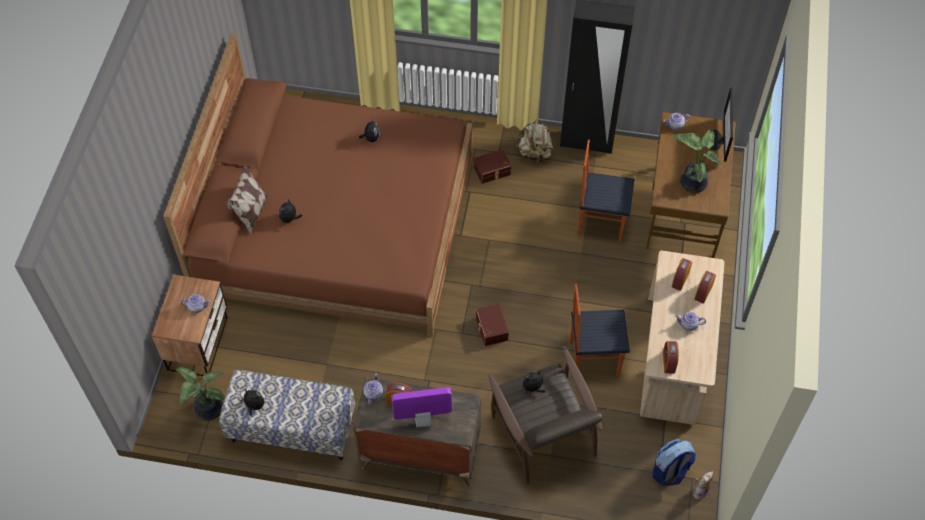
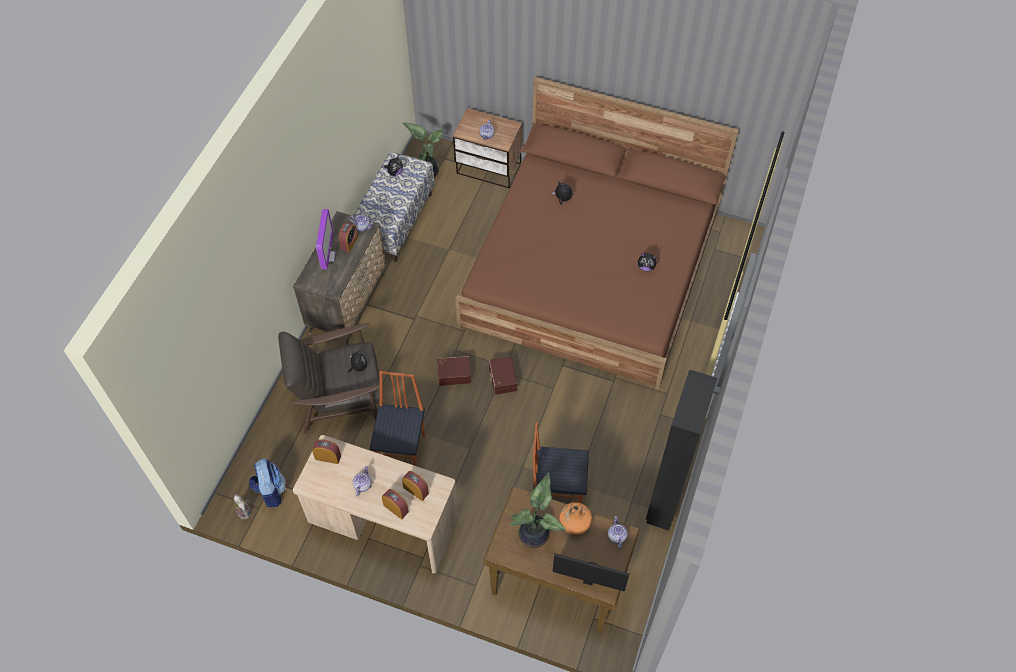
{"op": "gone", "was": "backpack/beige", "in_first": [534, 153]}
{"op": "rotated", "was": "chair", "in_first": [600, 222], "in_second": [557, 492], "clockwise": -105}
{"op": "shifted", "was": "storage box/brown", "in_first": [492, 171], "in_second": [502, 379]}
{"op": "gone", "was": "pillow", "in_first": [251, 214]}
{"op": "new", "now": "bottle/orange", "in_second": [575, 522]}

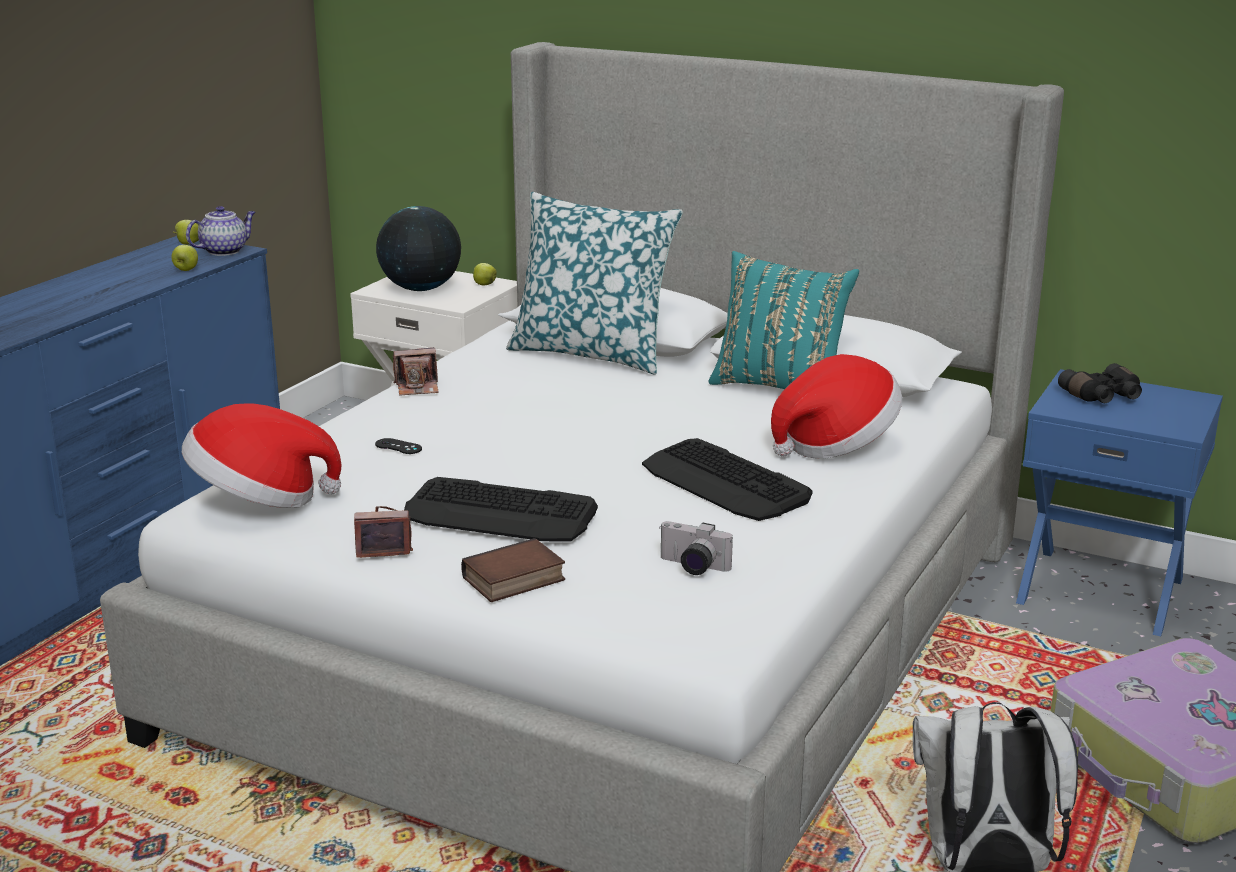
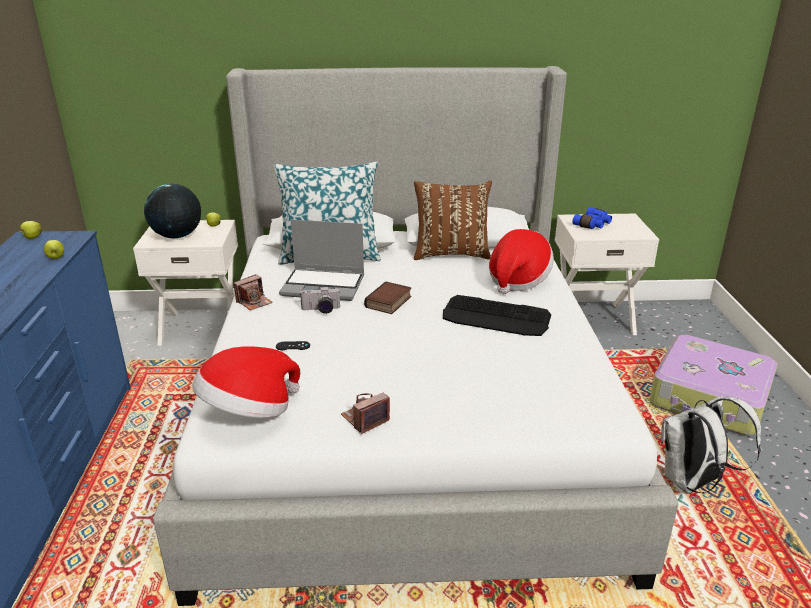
{"op": "gone", "was": "teapot", "in_first": [224, 251]}
{"op": "repainted", "was": "pillow/turquoise", "now": "pillow/brown", "in_first": [780, 388], "in_second": [451, 254]}
{"op": "repainted", "was": "binoculars/black", "now": "binoculars/blue", "in_first": [1103, 397], "in_second": [593, 225]}
{"op": "repainted", "was": "nightstand/blue", "now": "nightstand/white", "in_first": [1101, 589], "in_second": [592, 318]}
{"op": "gone", "was": "keyboard", "in_first": [500, 513]}
{"op": "shifted", "was": "photo camera", "in_first": [691, 567], "in_second": [321, 310]}
{"op": "shifted", "was": "book", "in_first": [513, 580], "in_second": [389, 302]}
{"op": "new", "now": "laptop", "in_second": [324, 286]}

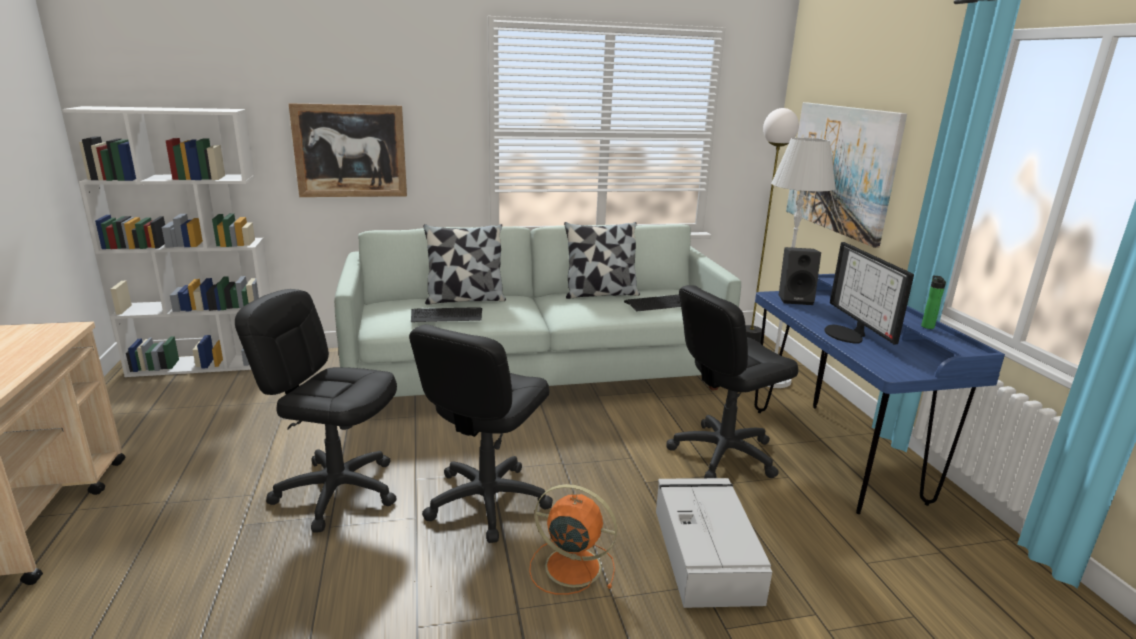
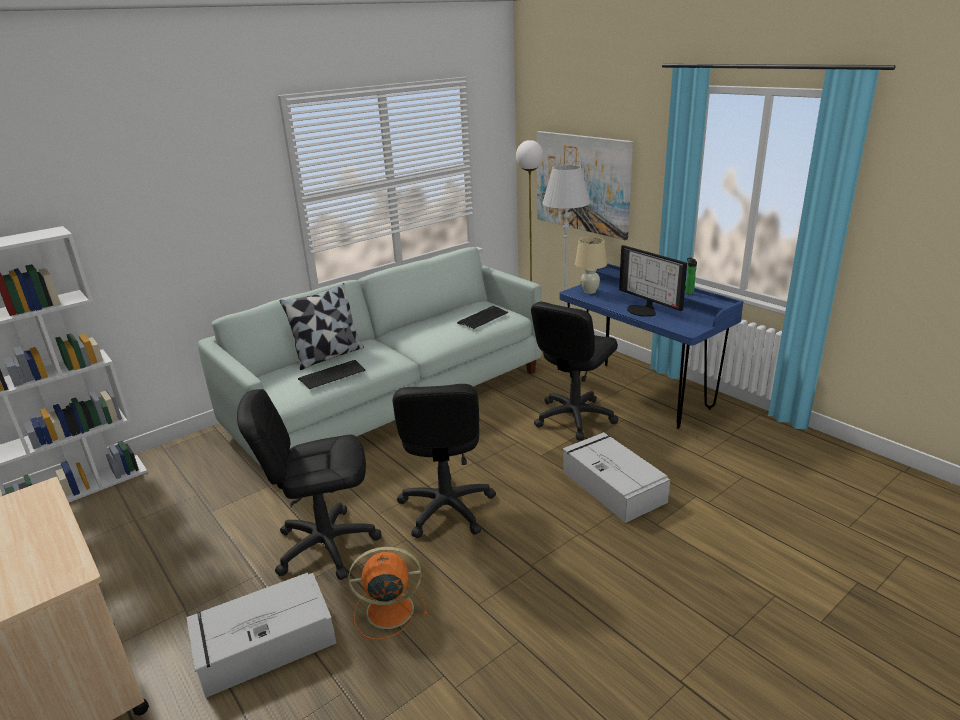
{"op": "gone", "was": "picture", "in_first": [350, 151]}
{"op": "gone", "was": "pillow", "in_first": [600, 294]}
{"op": "swapped", "was": "speaker/black", "now": "table lamp/beige", "in_first": [795, 299], "in_second": [589, 291]}
{"op": "shifted", "was": "fan/orange", "in_first": [570, 566], "in_second": [387, 610]}
{"op": "new", "now": "storage box/grey", "in_second": [263, 644]}

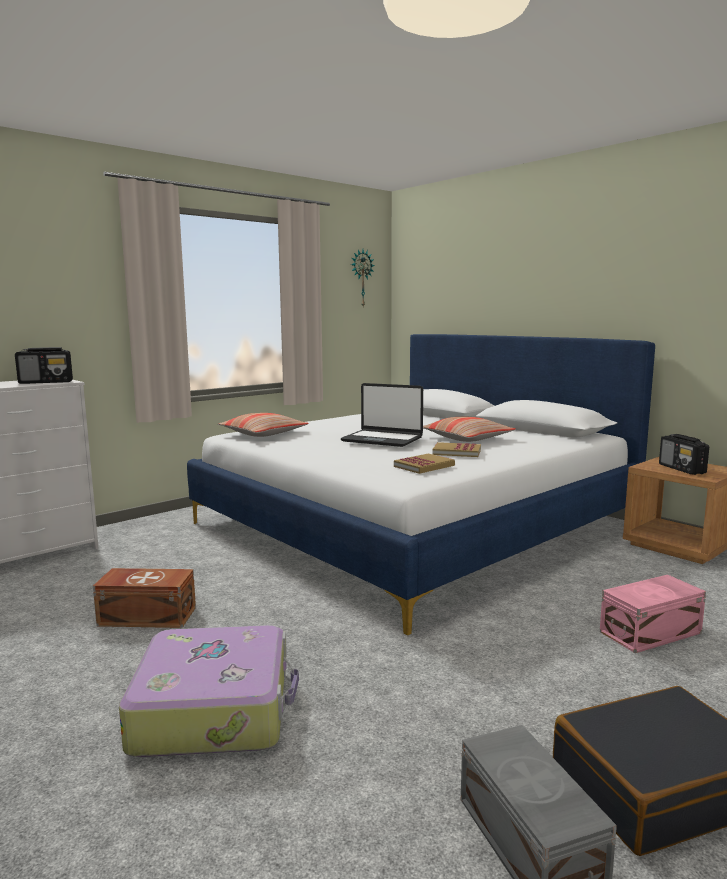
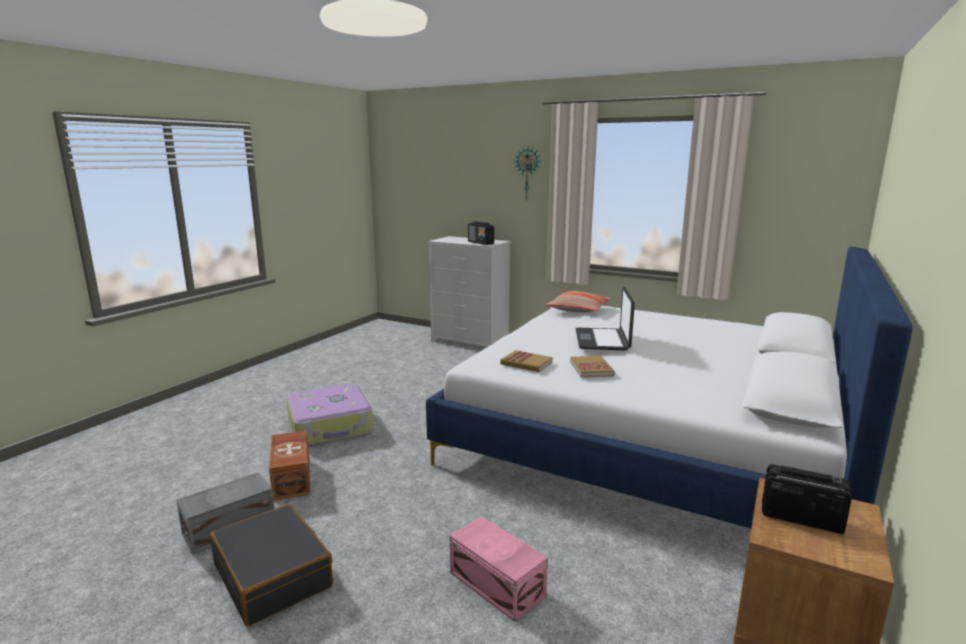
{"op": "shifted", "was": "wall clock", "in_first": [361, 278], "in_second": [527, 173]}
{"op": "gone", "was": "pillow", "in_first": [467, 438]}
{"op": "rotated", "was": "radio", "in_first": [682, 469], "in_second": [800, 518], "clockwise": 60}
{"op": "shifted", "was": "storage box/brown", "in_first": [146, 616], "in_second": [293, 478]}

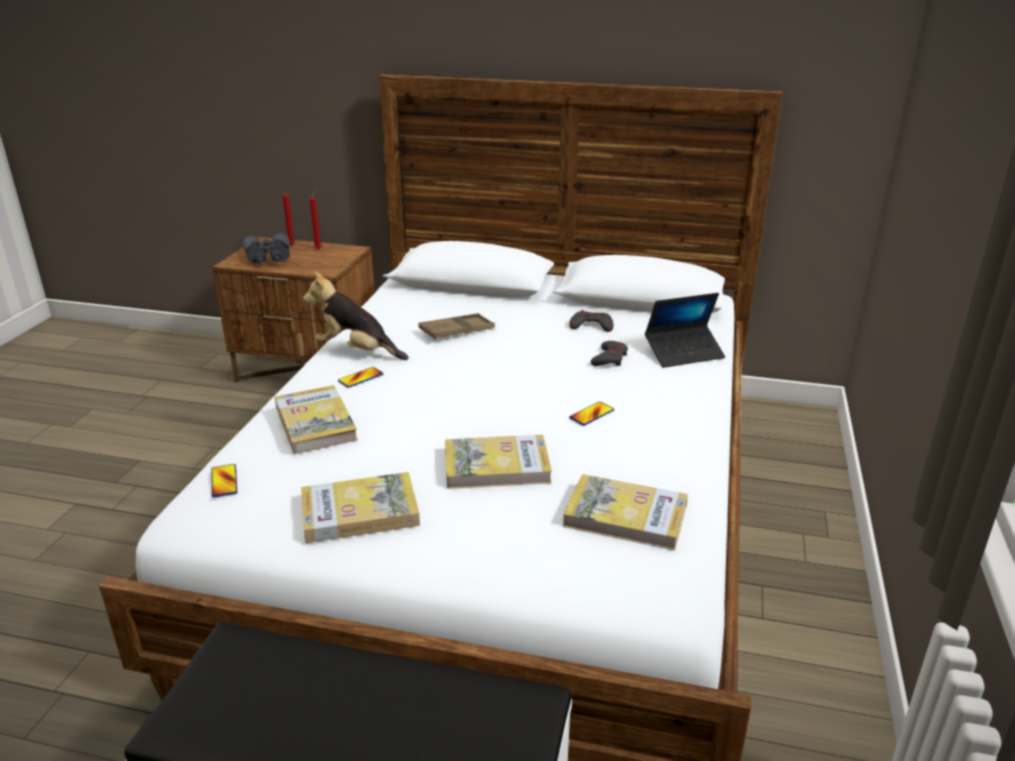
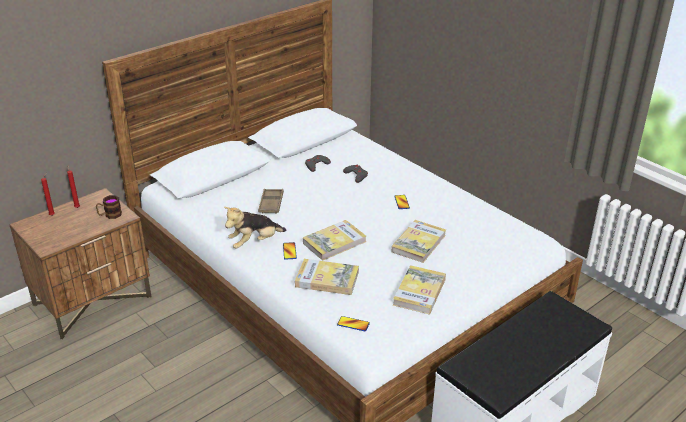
{"op": "gone", "was": "binoculars/grey", "in_first": [268, 259]}
{"op": "gone", "was": "laptop", "in_first": [684, 353]}
{"op": "shifted", "was": "book", "in_first": [625, 516], "in_second": [334, 242]}
{"op": "new", "now": "mug", "in_second": [110, 215]}

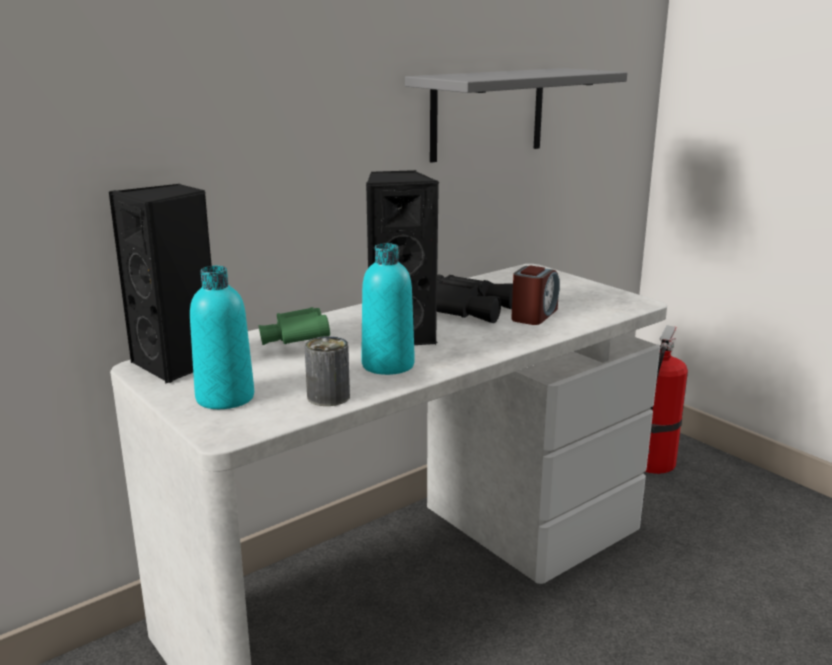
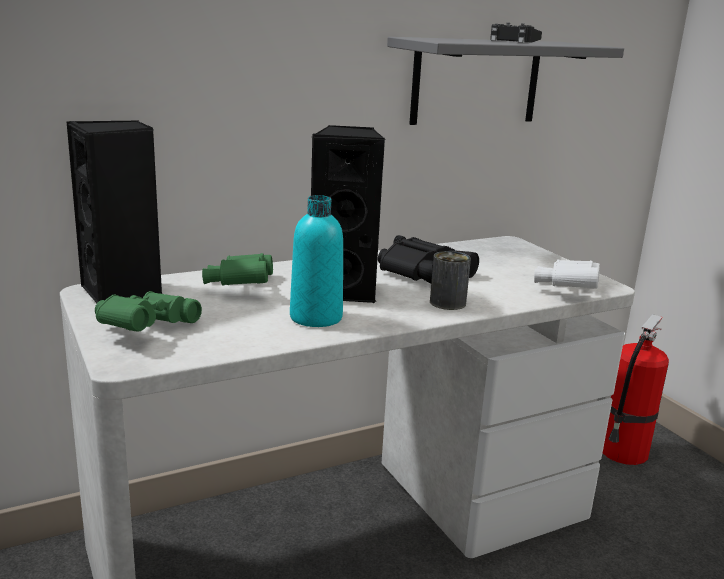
{"op": "swapped", "was": "bottle/turquoise", "now": "binoculars/green", "in_first": [225, 398], "in_second": [144, 329]}
{"op": "gone", "was": "alarm clock", "in_first": [534, 315]}
{"op": "shifted", "was": "can", "in_first": [328, 396], "in_second": [447, 302]}
{"op": "new", "now": "game controller/black", "in_second": [512, 41]}
{"op": "new", "now": "binoculars/white", "in_second": [566, 290]}

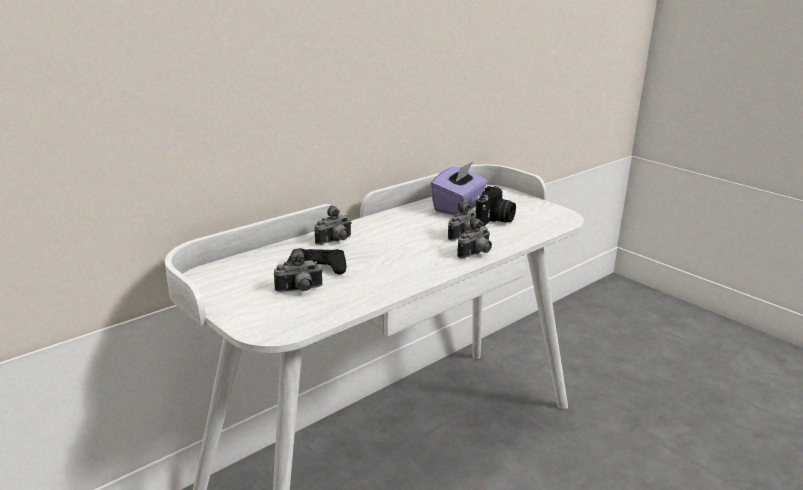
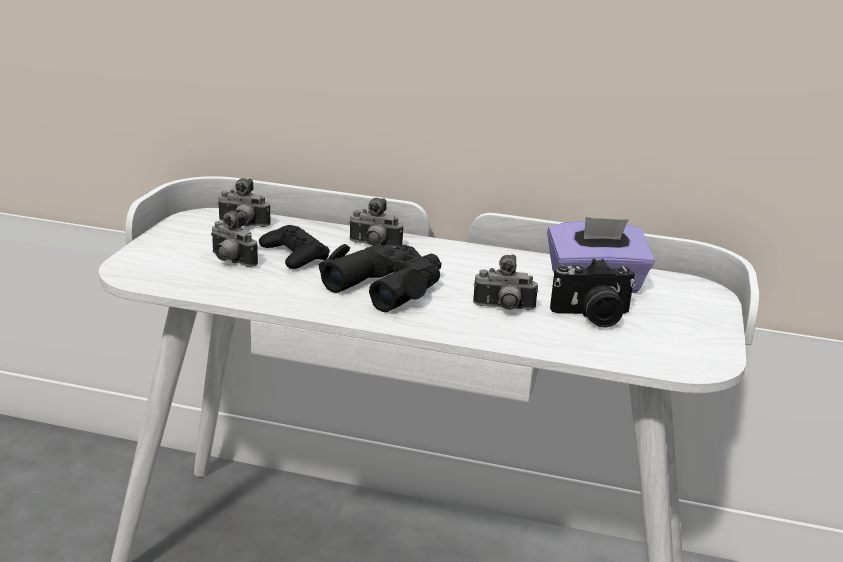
{"op": "shifted", "was": "photo camera", "in_first": [476, 254], "in_second": [242, 225]}
{"op": "new", "now": "binoculars/black", "in_second": [387, 286]}

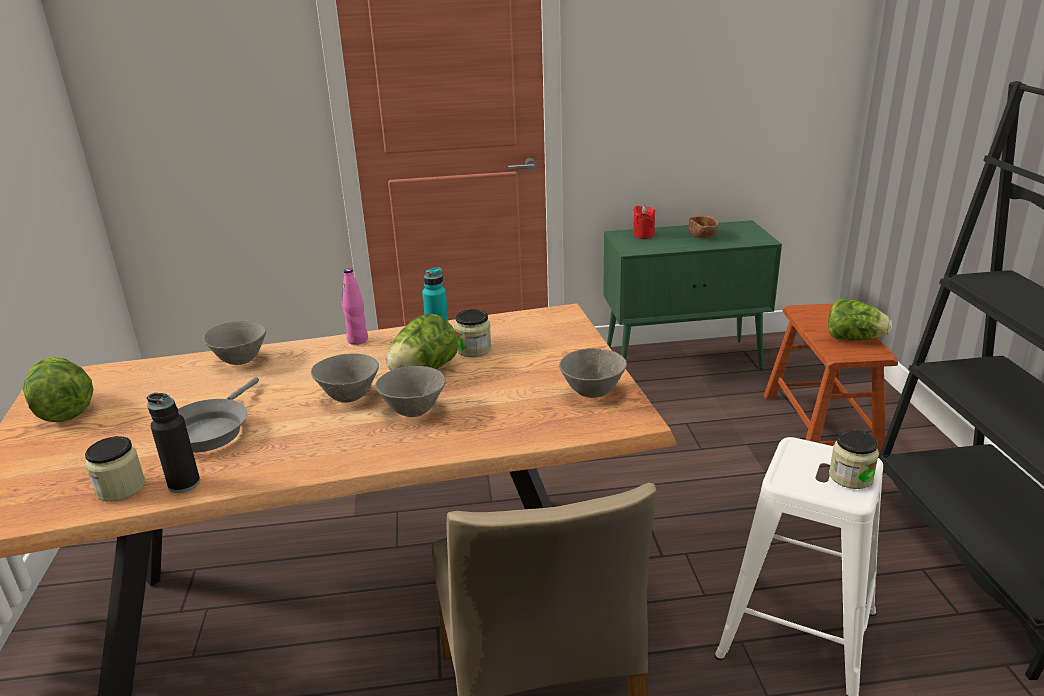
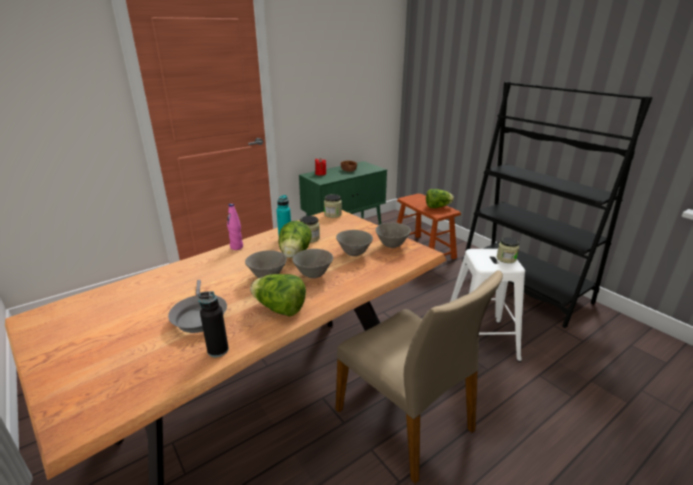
{"op": "shifted", "was": "bowl/grey", "in_first": [241, 360], "in_second": [354, 253]}
{"op": "shifted", "was": "lettuce", "in_first": [63, 410], "in_second": [280, 309]}
{"op": "shifted", "was": "jar", "in_first": [121, 488], "in_second": [333, 214]}

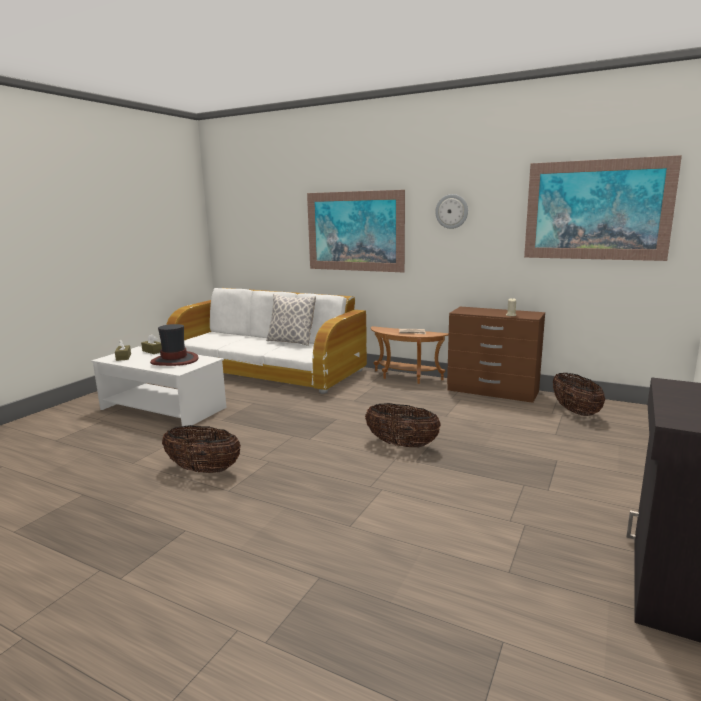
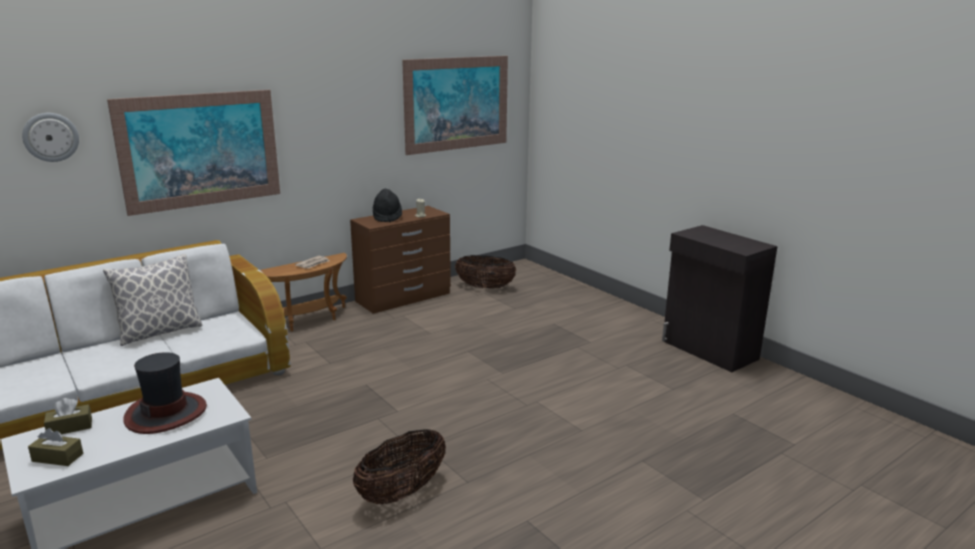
{"op": "shifted", "was": "wall clock", "in_first": [451, 211], "in_second": [50, 137]}
{"op": "gone", "was": "basket", "in_first": [402, 444]}
{"op": "new", "now": "hat/black", "in_second": [387, 217]}

